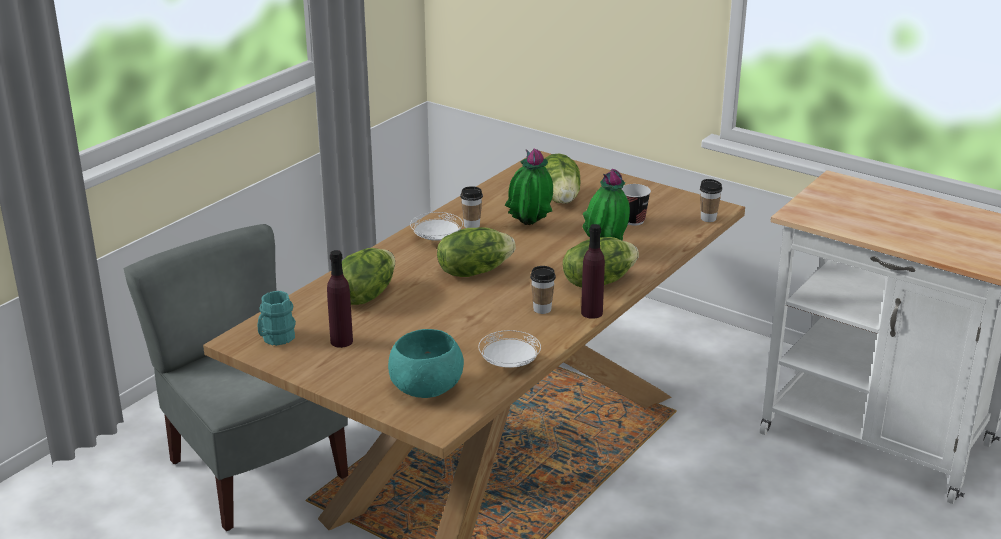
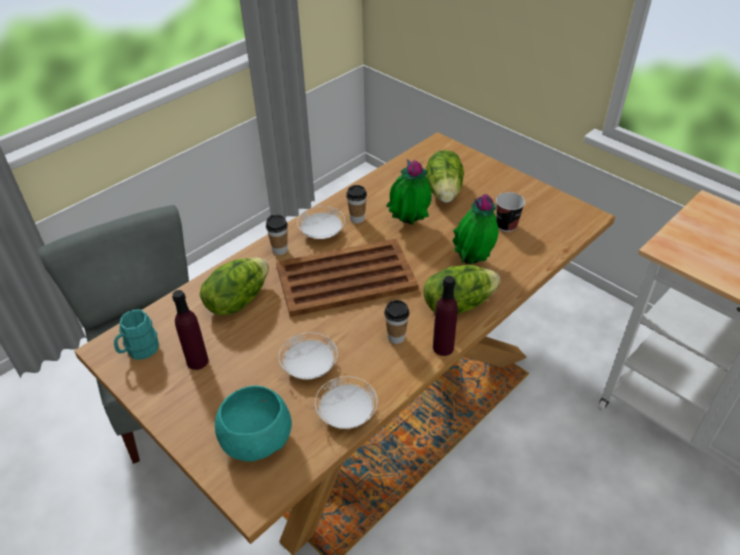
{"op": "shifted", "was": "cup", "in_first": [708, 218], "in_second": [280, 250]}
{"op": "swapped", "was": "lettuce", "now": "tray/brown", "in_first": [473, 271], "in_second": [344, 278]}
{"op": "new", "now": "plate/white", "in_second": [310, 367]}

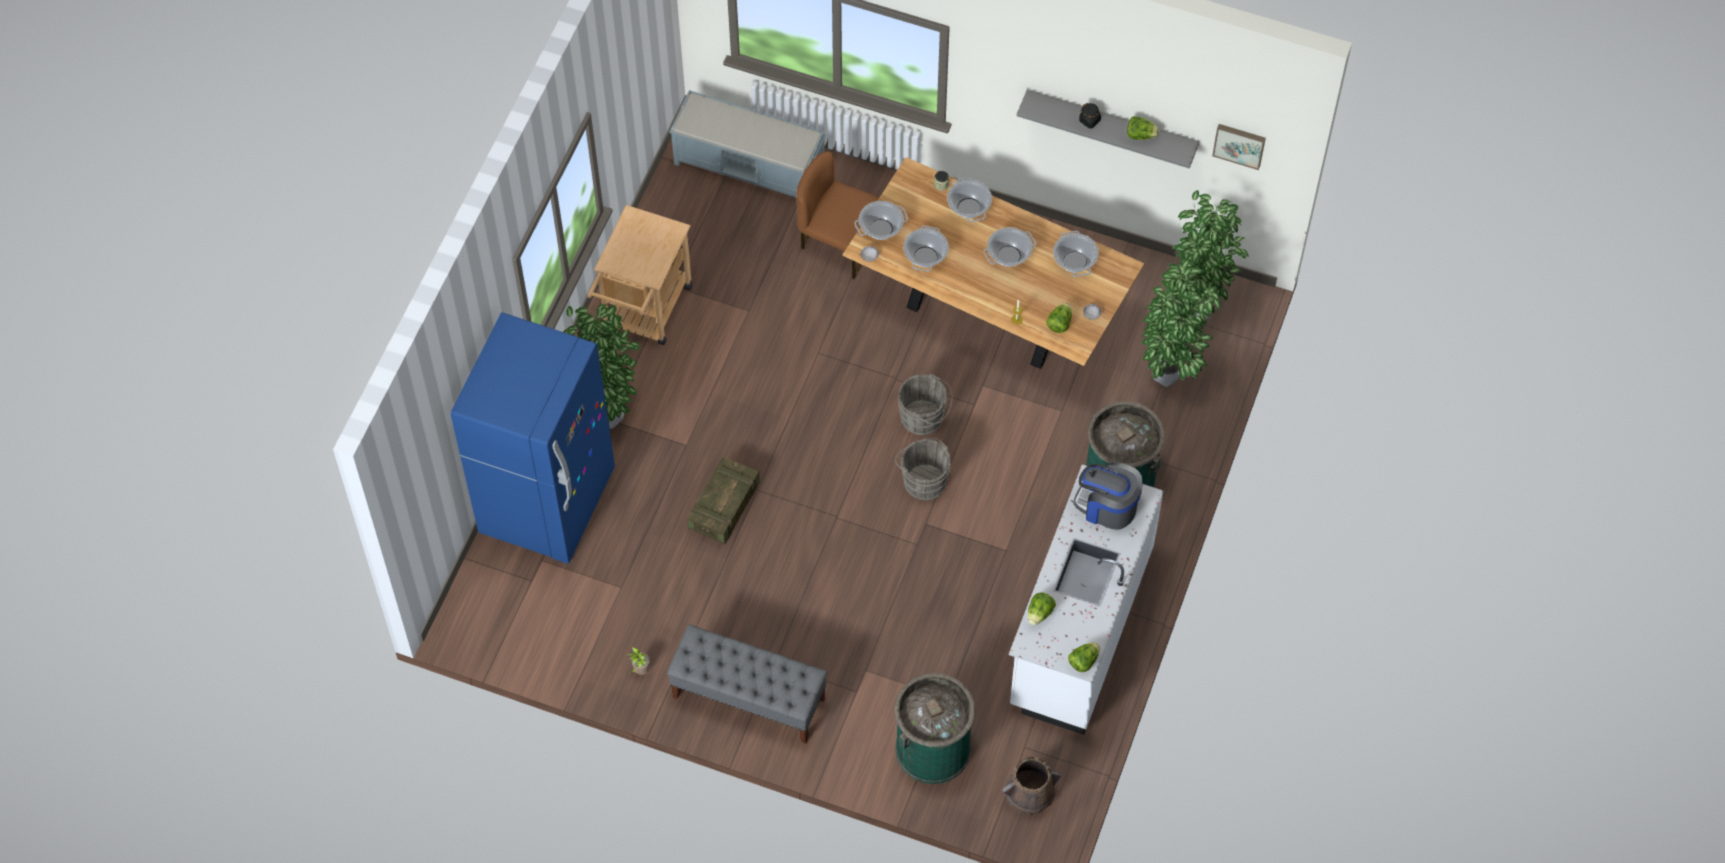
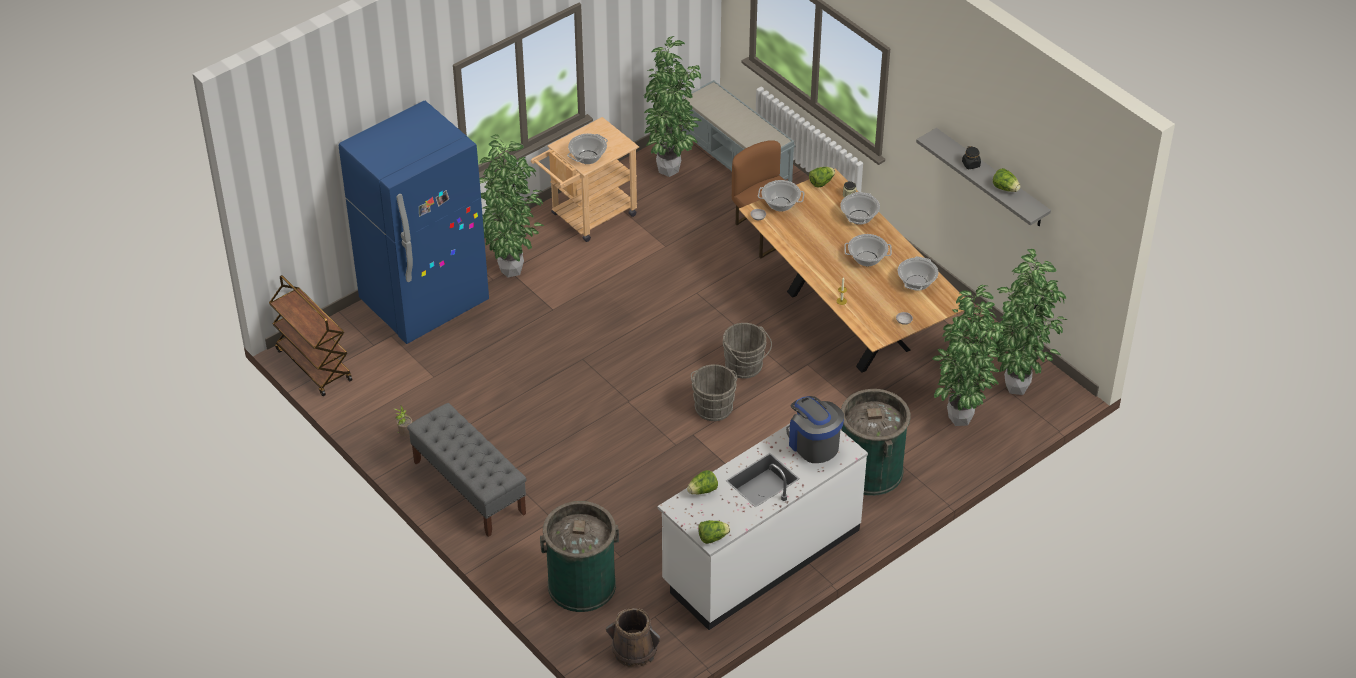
{"op": "gone", "was": "picture", "in_first": [1239, 144]}
{"op": "shifted", "was": "cooking pot", "in_first": [925, 256], "in_second": [588, 157]}
{"op": "shifted", "was": "lettuce", "in_first": [1059, 323], "in_second": [821, 182]}
{"op": "gone", "was": "crate", "in_first": [724, 507]}
{"op": "new", "now": "potted plant", "in_second": [671, 171]}
{"op": "new", "now": "cart/brown", "in_second": [313, 365]}

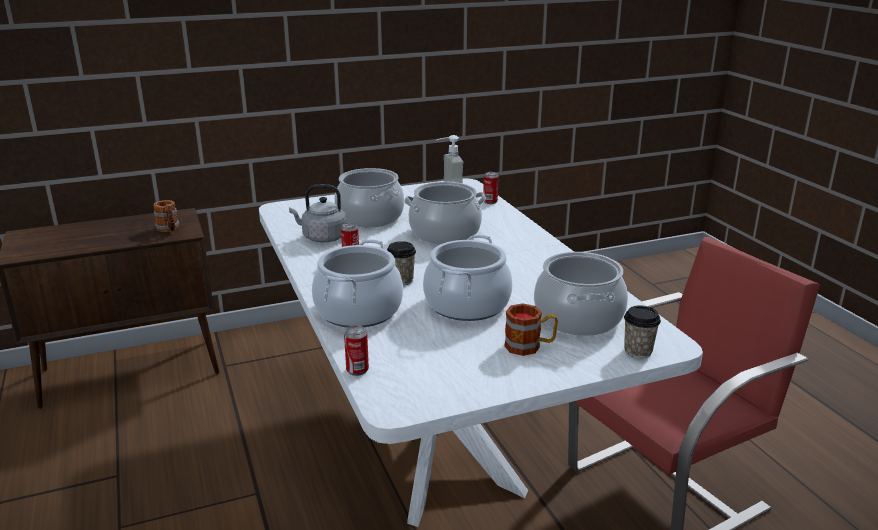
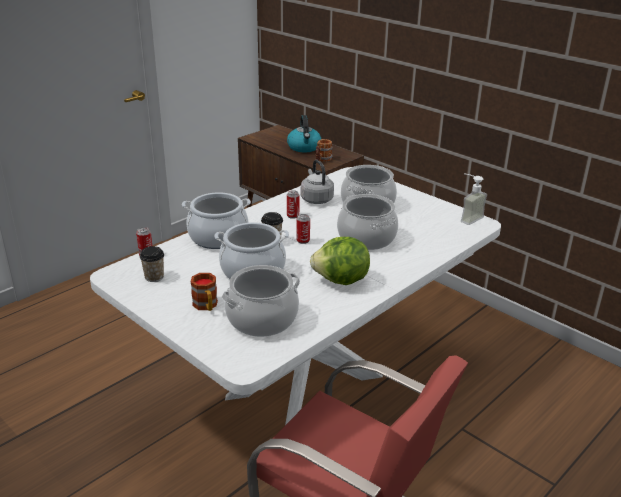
{"op": "shifted", "was": "can", "in_first": [490, 202], "in_second": [303, 241]}
{"op": "shifted", "was": "cup", "in_first": [638, 351], "in_second": [154, 277]}
{"op": "new", "now": "kettle", "in_second": [304, 147]}
{"op": "new", "now": "lettuce", "in_second": [341, 281]}

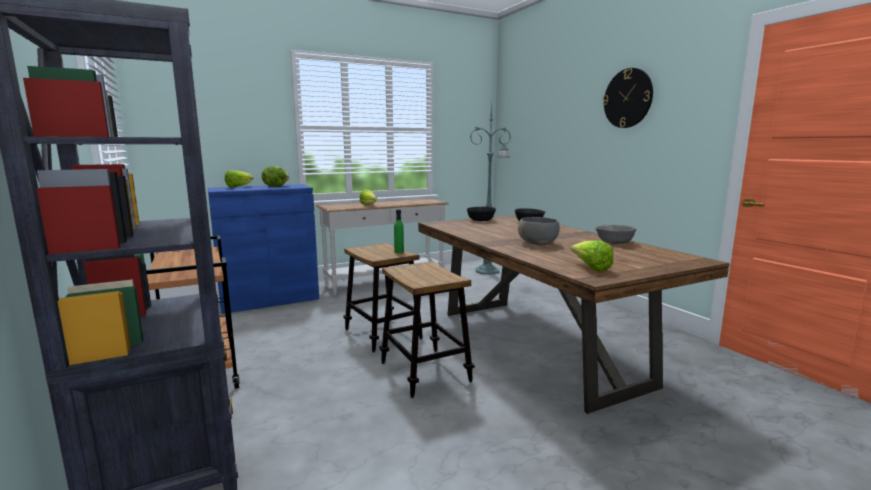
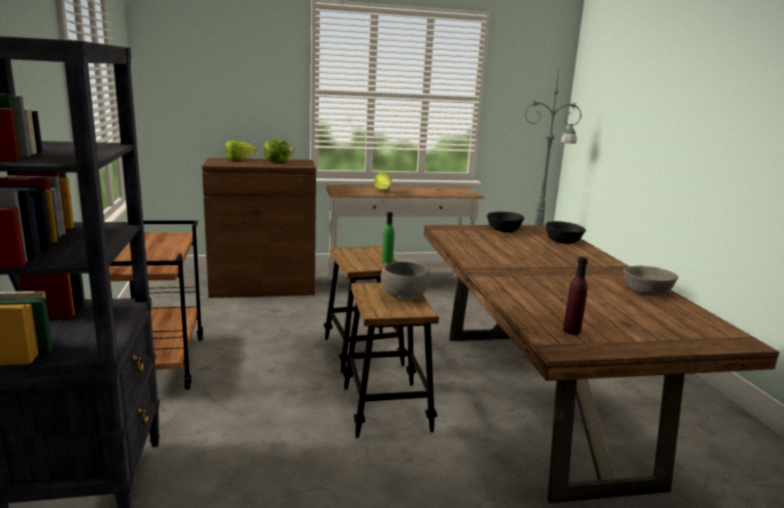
{"op": "gone", "was": "wall clock", "in_first": [628, 98]}
{"op": "repainted", "was": "cabinet/blue", "now": "cabinet/brown", "in_first": [269, 299], "in_second": [263, 287]}
{"op": "shifted", "was": "bowl/grey", "in_first": [537, 243], "in_second": [404, 296]}
{"op": "swapped", "was": "lettuce", "now": "bottle/purple", "in_first": [590, 268], "in_second": [571, 330]}

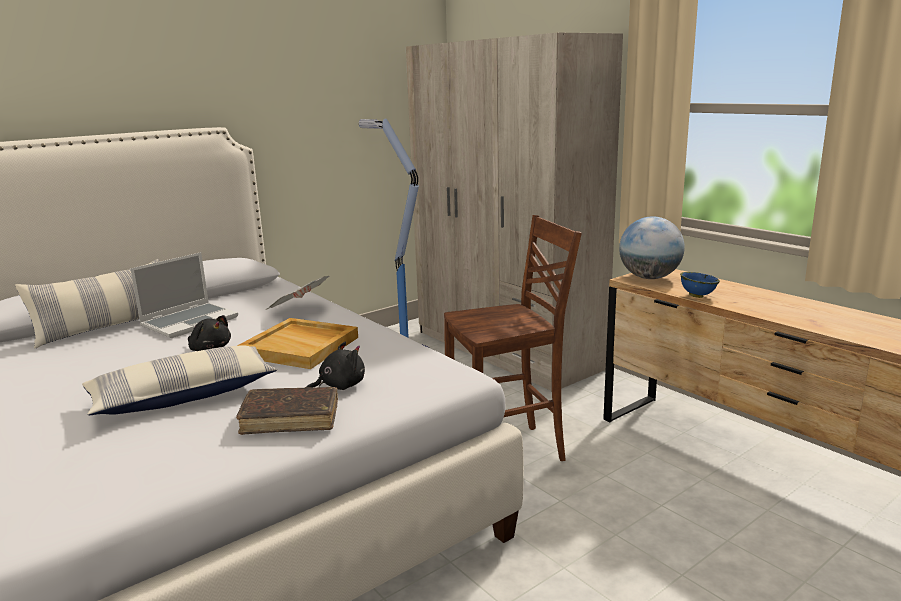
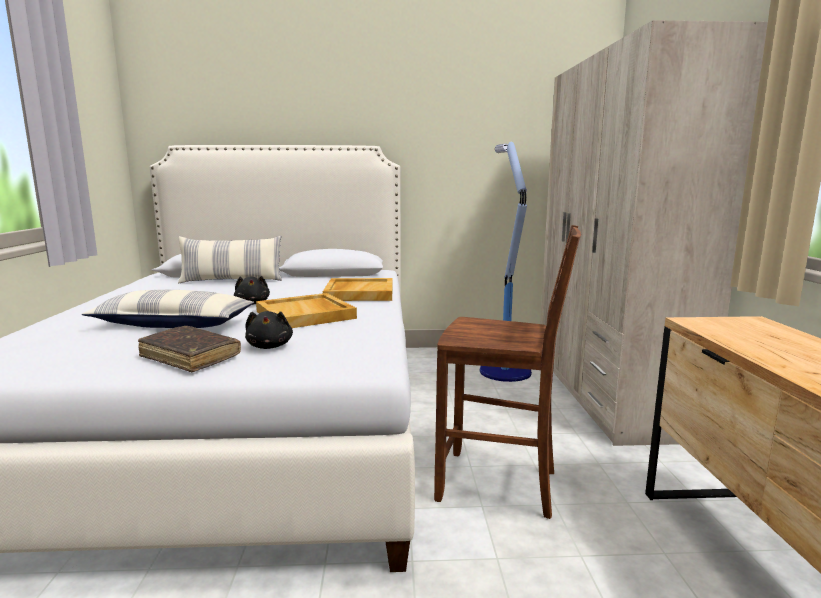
{"op": "gone", "was": "globe", "in_first": [649, 278]}
{"op": "gone", "was": "laptop", "in_first": [190, 321]}
{"op": "gone", "was": "bowl/blue", "in_first": [697, 296]}
{"op": "swapped", "was": "newspaper", "now": "tray/beige", "in_first": [299, 309], "in_second": [359, 293]}
{"op": "rotated", "was": "plush toy/black", "in_first": [339, 386], "in_second": [270, 346], "clockwise": 75}

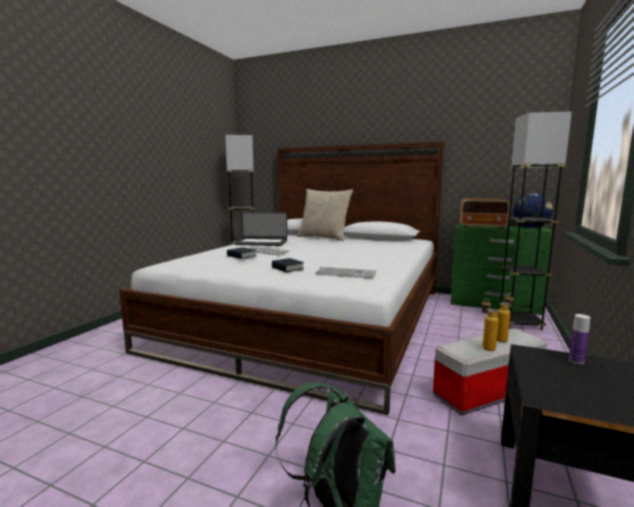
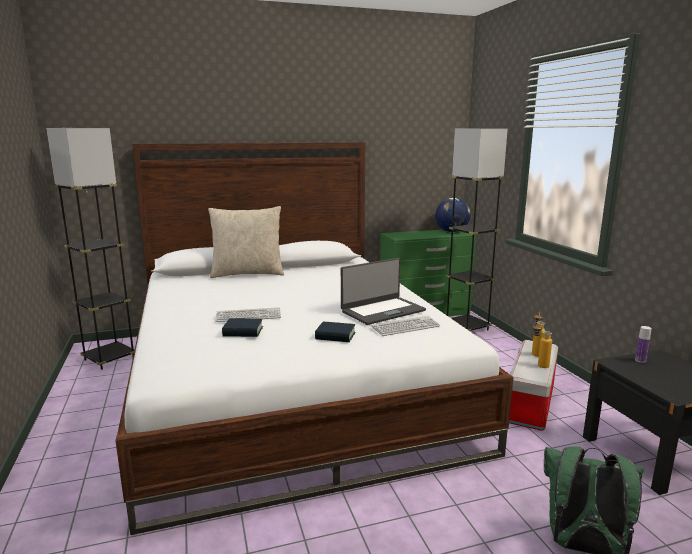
{"op": "gone", "was": "radio", "in_first": [483, 226]}
{"op": "shifted", "was": "laptop", "in_first": [261, 243], "in_second": [382, 311]}

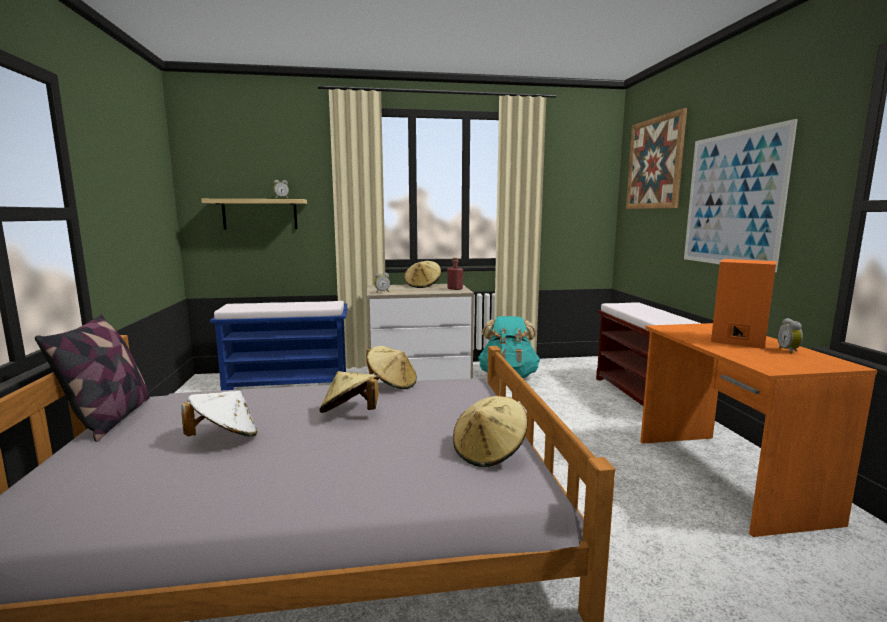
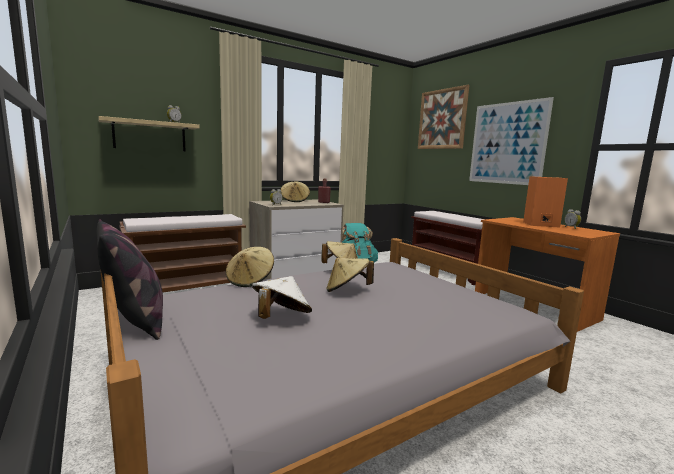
{"op": "repainted", "was": "bench/blue", "now": "bench/brown", "in_first": [288, 382], "in_second": [188, 287]}
{"op": "shifted", "was": "hat/beige", "in_first": [489, 452], "in_second": [250, 281]}

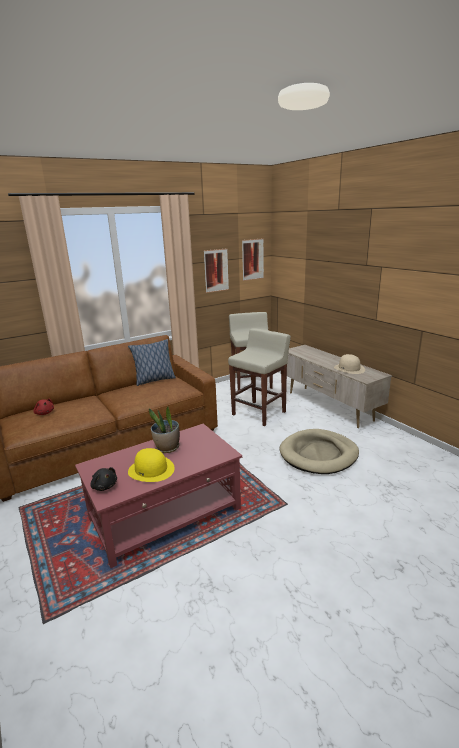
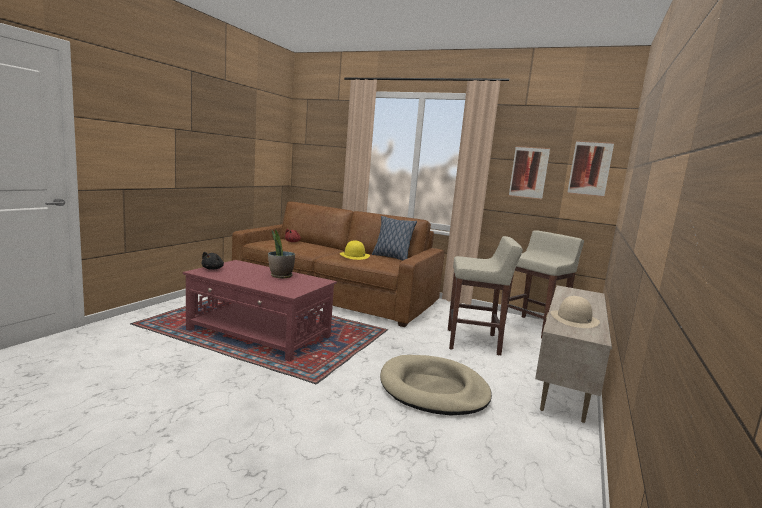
{"op": "shifted", "was": "hat/yellow", "in_first": [151, 469], "in_second": [354, 256]}

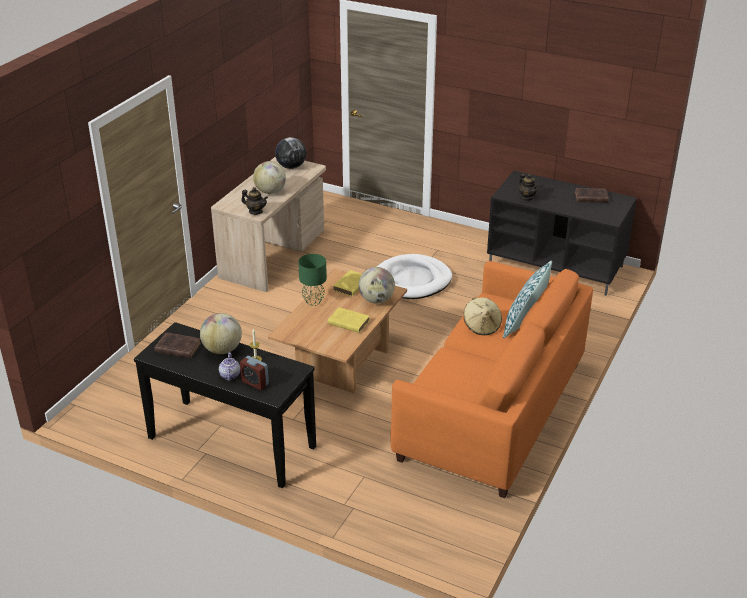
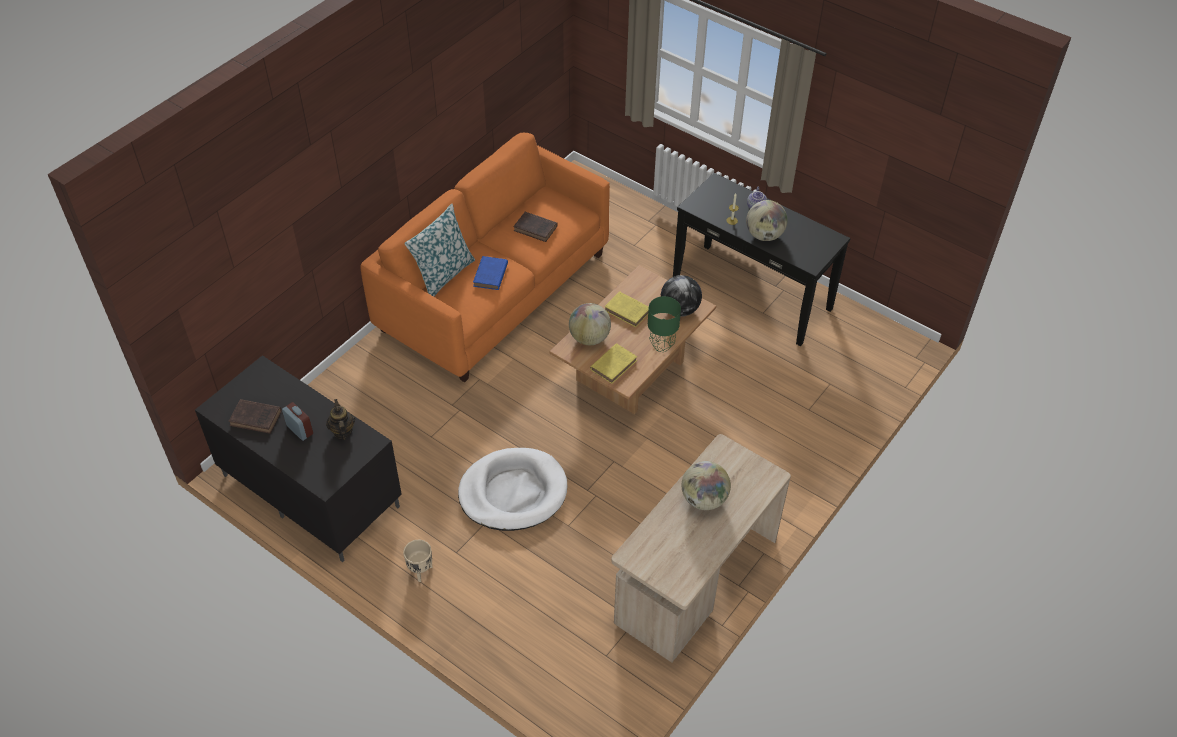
{"op": "shifted", "was": "globe", "in_first": [291, 167], "in_second": [680, 310]}
{"op": "gone", "was": "teapot", "in_first": [255, 211]}
{"op": "swapped", "was": "hat/beige", "now": "book/blue", "in_first": [481, 326], "in_second": [490, 276]}
{"op": "shifted", "was": "book/brown", "in_first": [177, 347], "in_second": [536, 229]}
{"op": "shifted", "was": "alarm clock", "in_first": [255, 383], "in_second": [300, 430]}
{"op": "new", "now": "planter/beige", "in_second": [420, 571]}

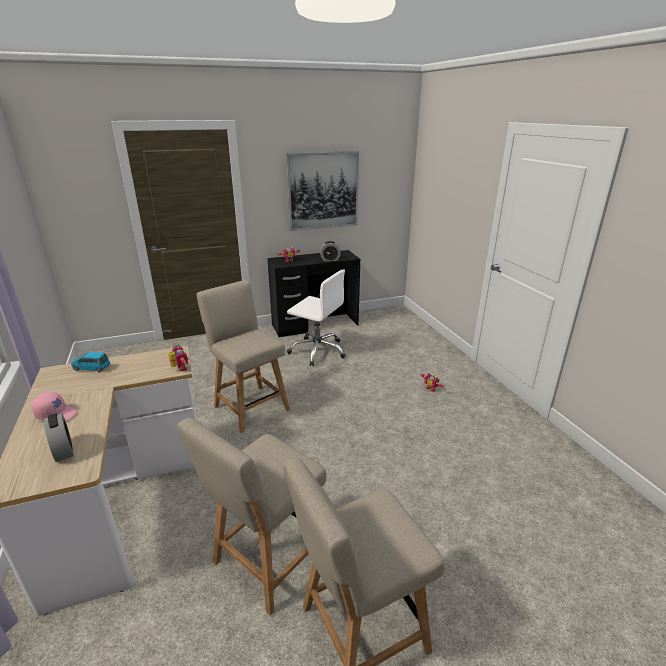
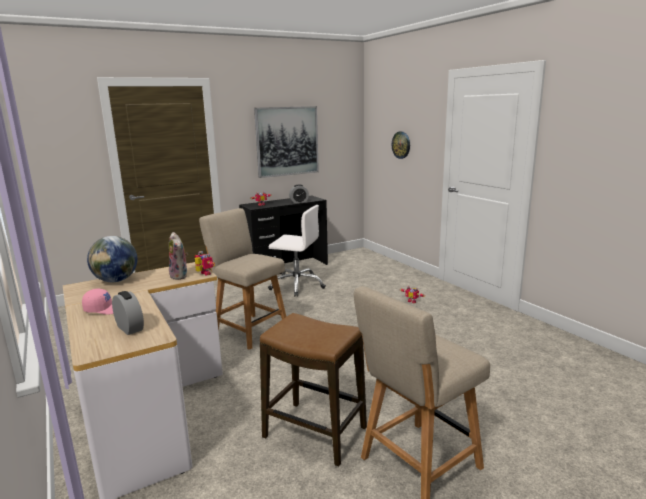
{"op": "swapped", "was": "toy car/blue", "now": "globe", "in_first": [92, 368], "in_second": [116, 280]}
{"op": "swapped", "was": "chair/beige", "now": "stool", "in_first": [267, 561], "in_second": [314, 432]}
{"op": "new", "now": "wall clock", "in_second": [401, 145]}
{"op": "new", "now": "plush toy", "in_second": [180, 276]}

